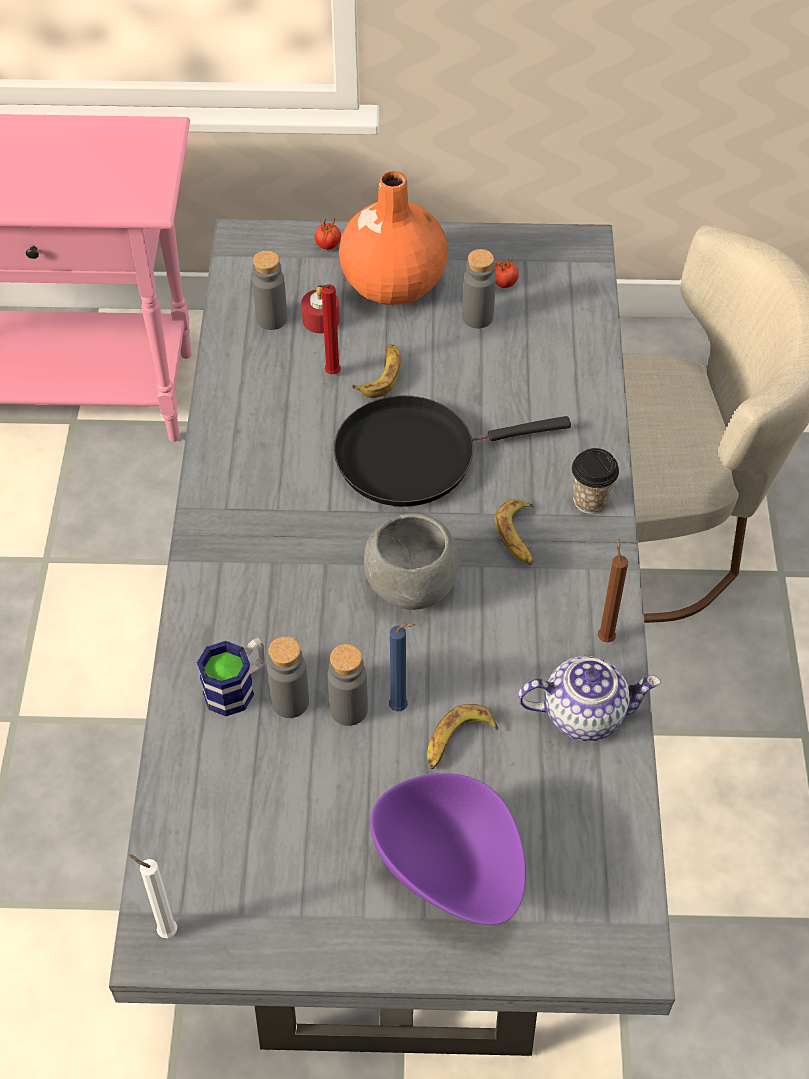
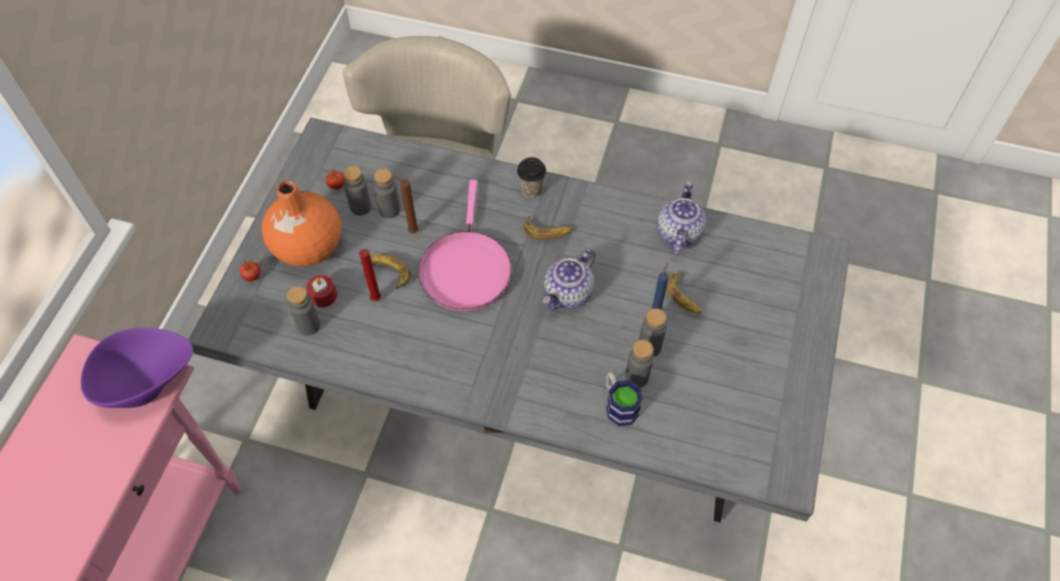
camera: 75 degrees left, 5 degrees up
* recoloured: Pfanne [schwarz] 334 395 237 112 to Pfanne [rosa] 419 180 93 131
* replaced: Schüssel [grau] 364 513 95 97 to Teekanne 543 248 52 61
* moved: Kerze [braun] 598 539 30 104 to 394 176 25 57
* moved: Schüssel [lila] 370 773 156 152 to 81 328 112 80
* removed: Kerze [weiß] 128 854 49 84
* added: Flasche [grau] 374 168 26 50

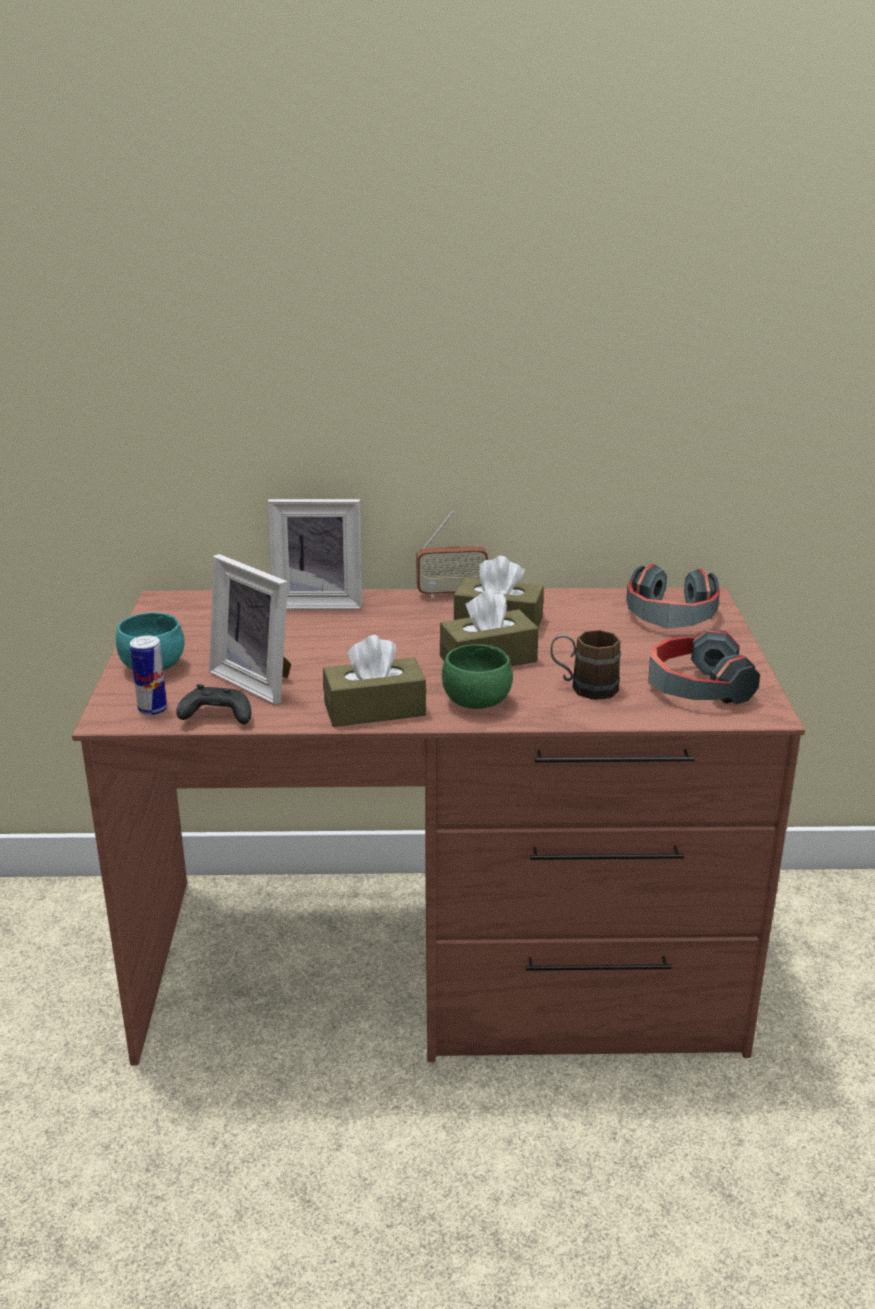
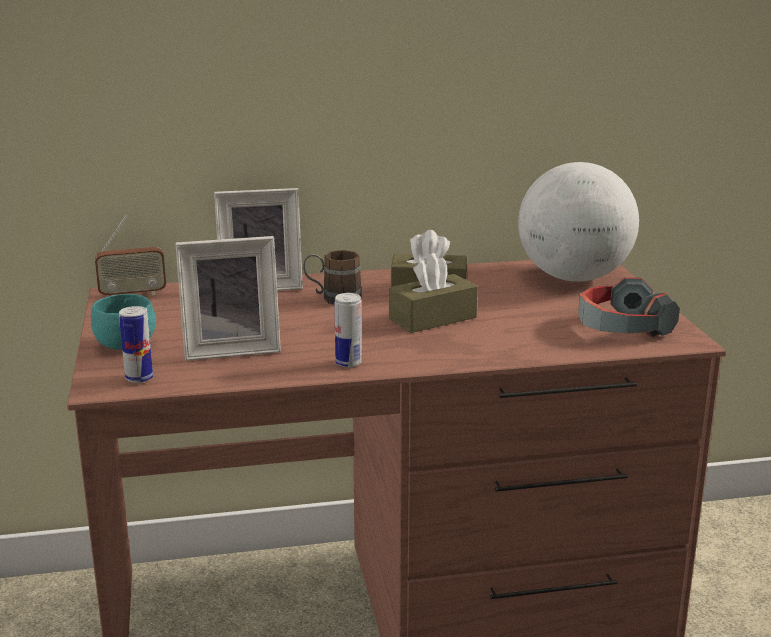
camera: 10 degrees left, 5 degrees down
* moved: Radio 416 511 72 87 to 95 215 71 81
* turned: Bilderrahmen 209 554 83 151 = 175 236 106 125 45 degrees counterclockwise
* replaced: Kopfhörer 626 564 94 65 to Globus 518 162 121 120
* moved: Henkelbecher [braun] 551 630 70 70 to 303 250 59 54
* replaced: Taschentuchbox [braun] 323 635 103 92 to Dose 334 293 28 74
* removed: Schüssel [grün] 442 644 71 65
* removed: Gamepad [schwarz] 176 684 75 40

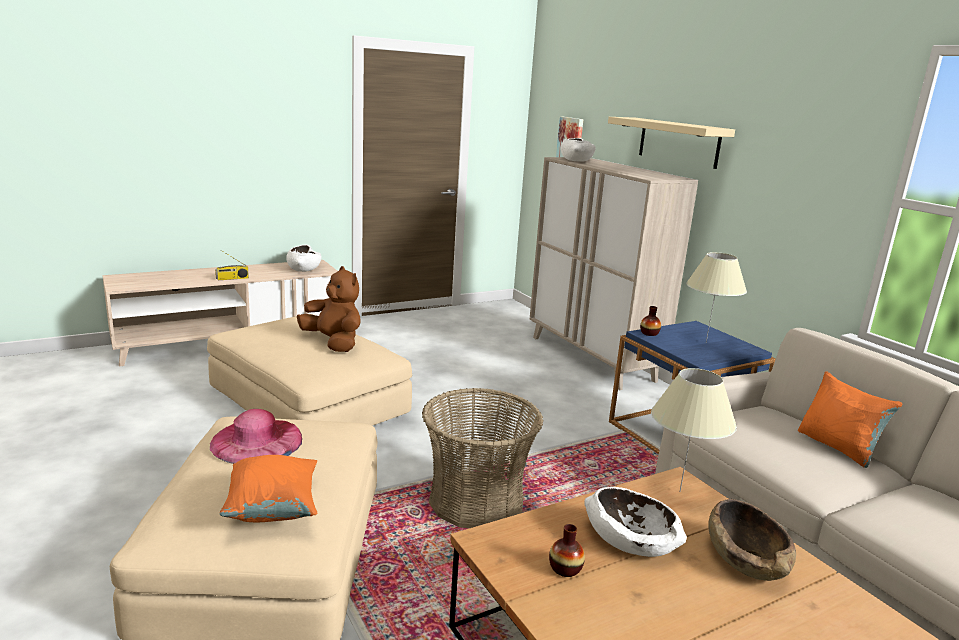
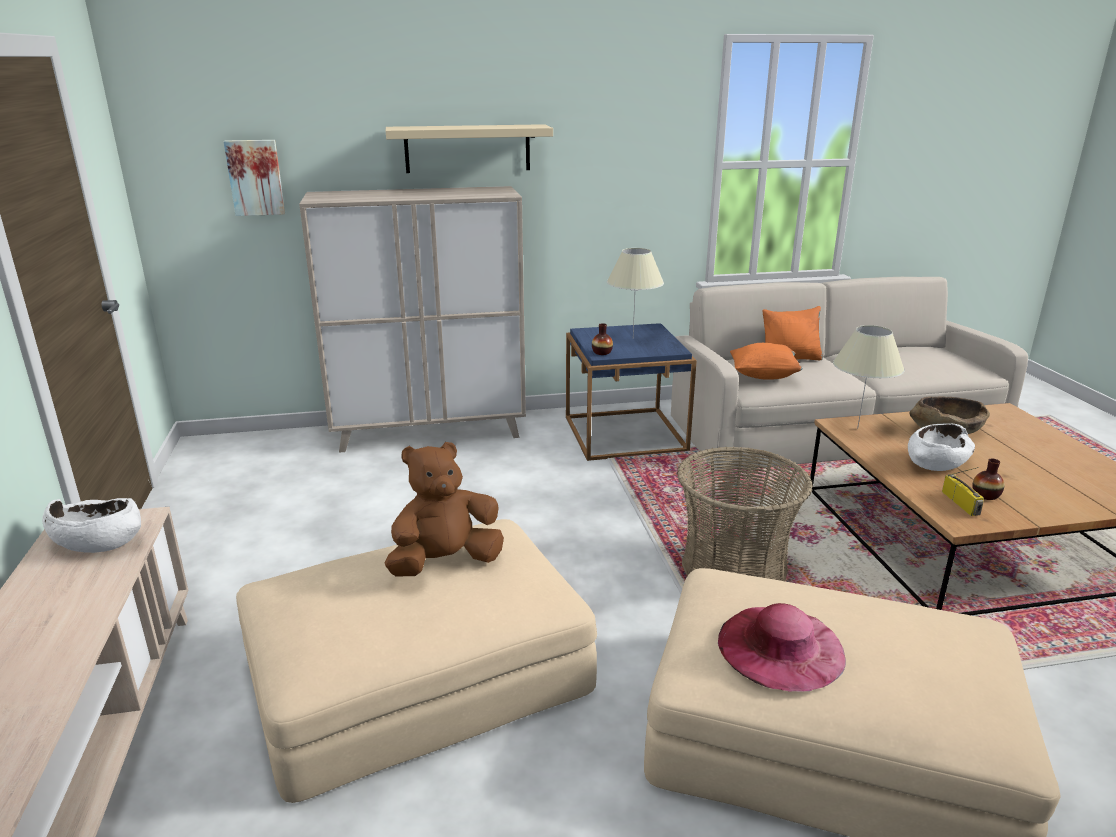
camera: 70 degrees left, 5 degrees up
* removed: Schüssel [weiß] 561 138 35 24
* moved: Radio 215 250 34 30 to 942 467 42 49
* moved: Kissen [orange] 220 455 97 67 to 730 343 73 37

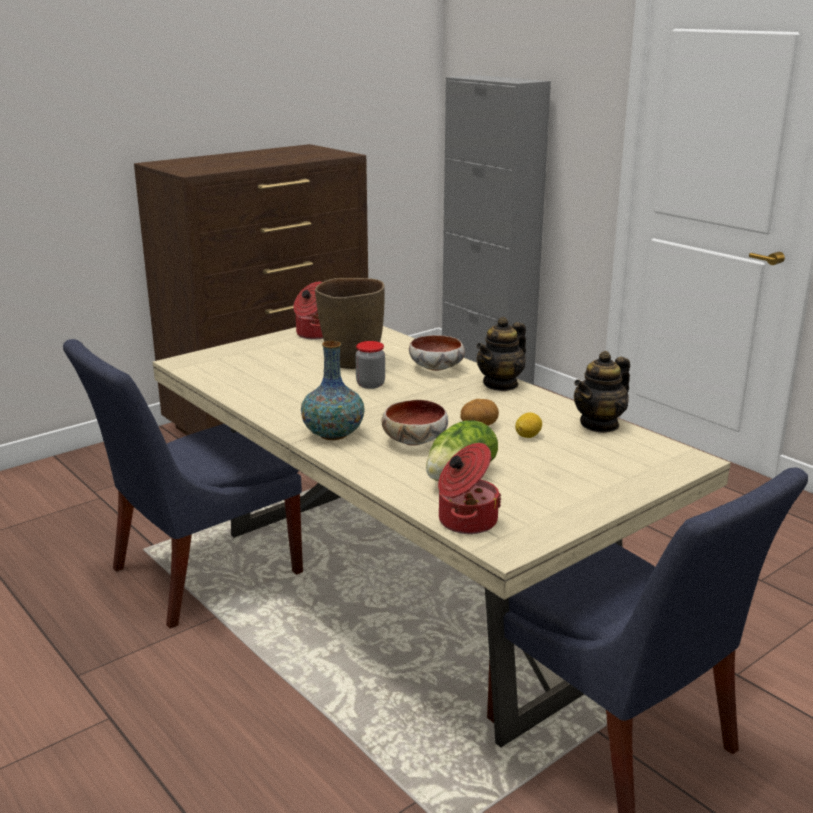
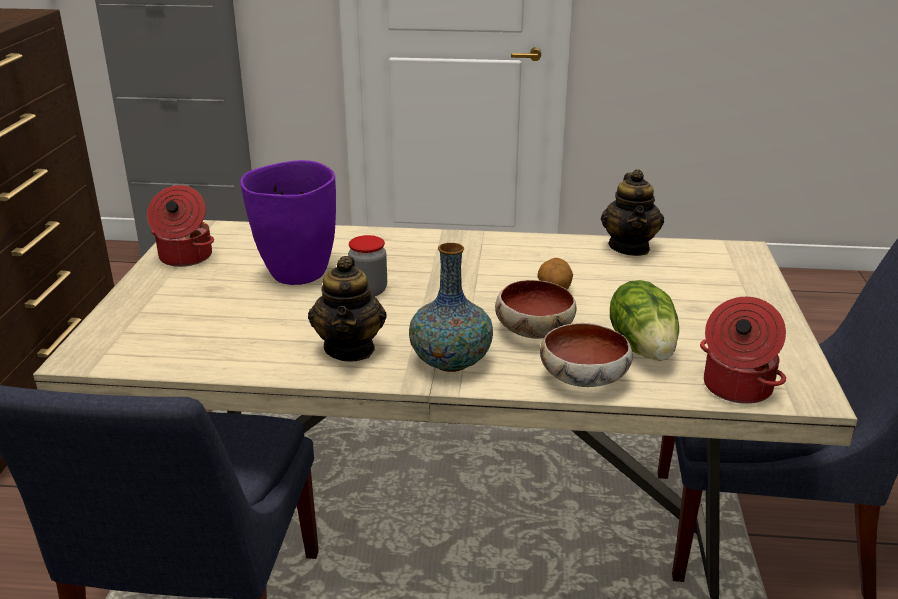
camera: 45 degrees left, 5 degrees up
* recoloured: Vase [braun] 315 278 70 91 to Vase [lila] 240 160 96 125
* moved: Teekanne 476 317 50 74 to 308 256 79 106
* moved: Schüssel 409 335 56 36 to 540 323 93 64
* removed: Zitrone 515 412 27 26

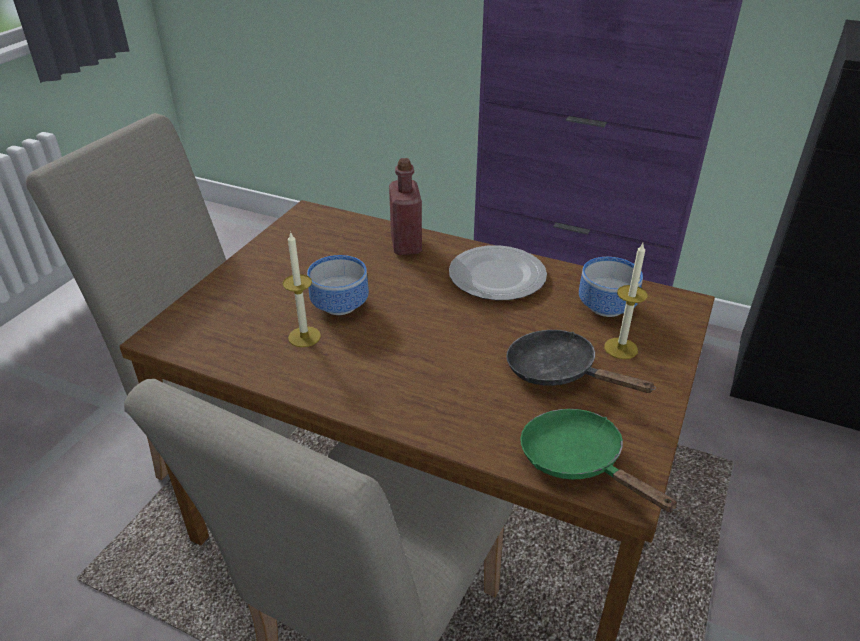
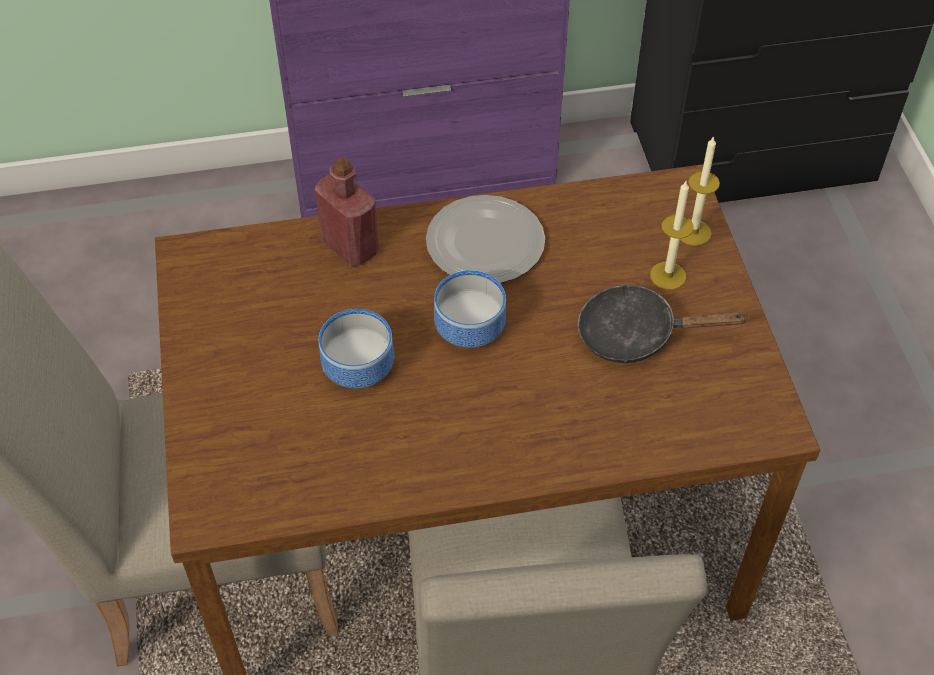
camera: 35 degrees left, 15 degrees up
* moved: Kerze 283 231 38 116 to 680 136 40 110
* moved: Schüssel 579 257 64 60 to 434 270 72 78
* removed: Pfanne [grün] 520 409 158 103

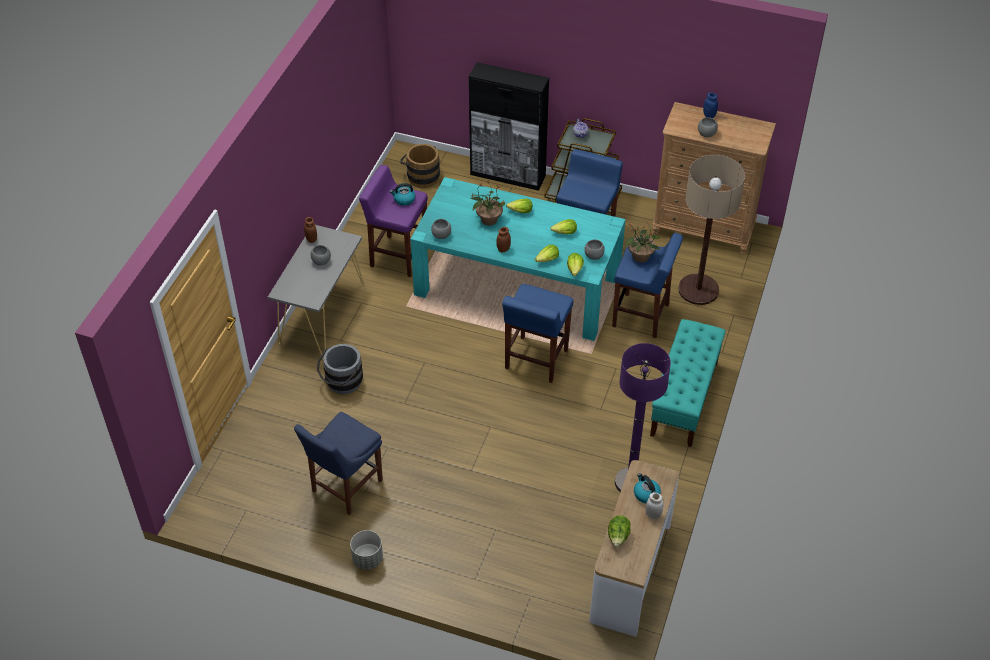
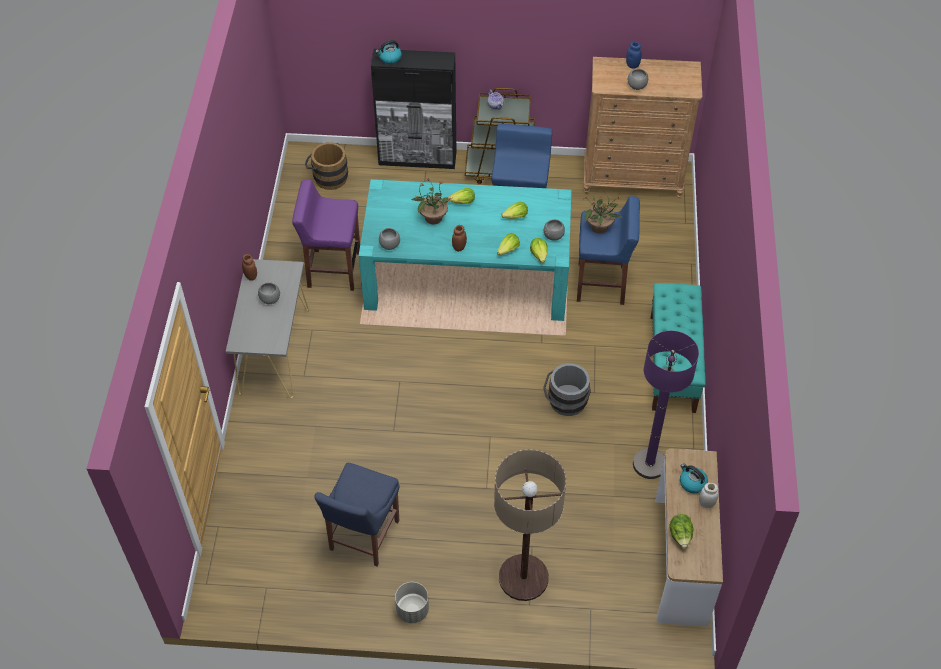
camera: 15 degrees left, 5 degrees up
* moved: Stehlampe 678 155 67 150 to 494 449 72 152
* moved: Wasserkessel 390 183 26 23 to 375 40 27 24
* removed: Hocker [blau] 502 284 71 99
* moved: Eimer [grau] 317 344 46 50 to 543 363 48 53

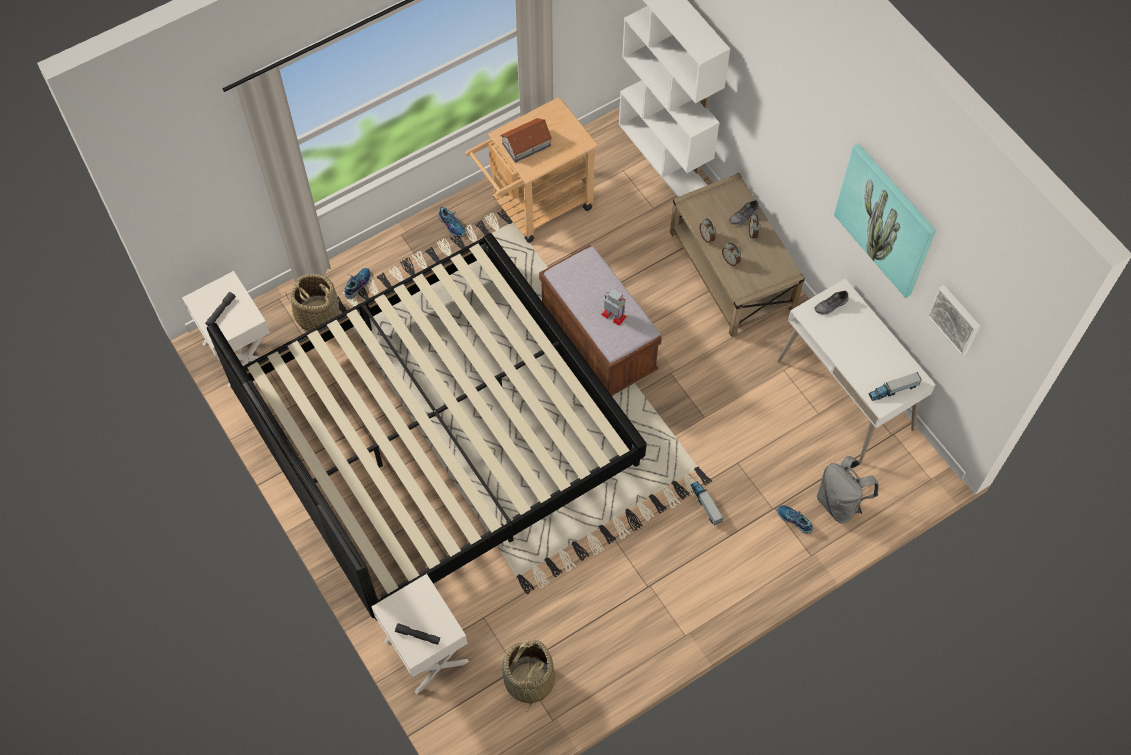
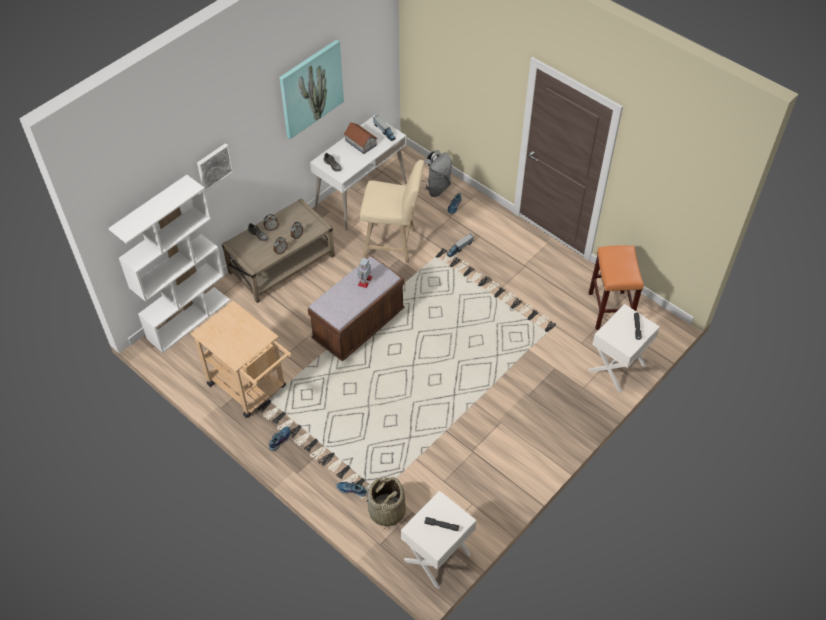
camera: 105 degrees left, 10 degrees down
* moved: Spielzeughaus 500 118 52 45 to 344 122 33 32
* removed: Bett 207 233 440 387
* moved: Bild 927 285 53 71 to 197 143 37 48
* replaced: Korb 502 640 53 72 to Hocker [orange] 589 245 55 85
* added: Hocker [beige] 360 160 64 103

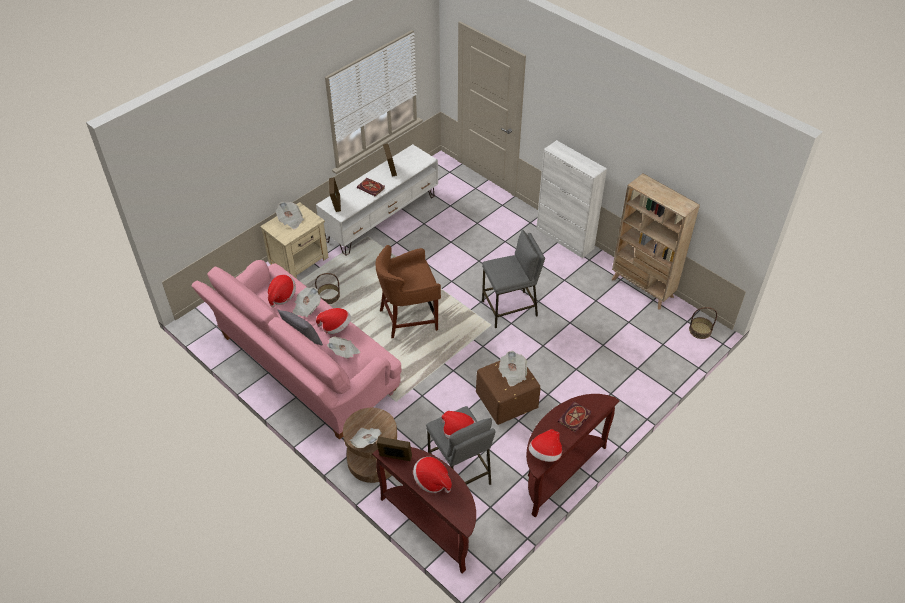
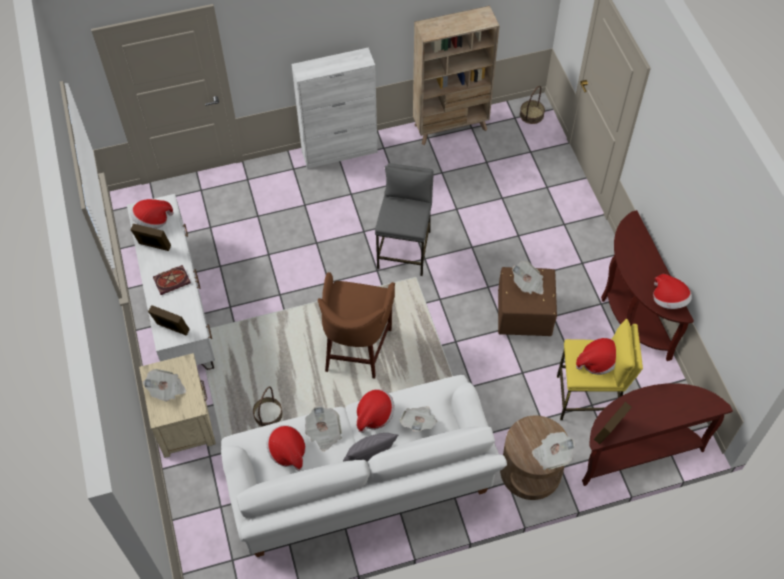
camera: 60 degrees left, 10 degrees up
* recoloured: Sofa [rosa] 191 260 211 180 to Sofa [weiß] 221 375 286 182
* removed: Buch 558 401 34 32
* recoloured: Hocker [grau] 426 406 69 79 to Hocker [gelb] 557 319 86 101
* moved: Hut 413 457 39 36 to 131 199 42 30

